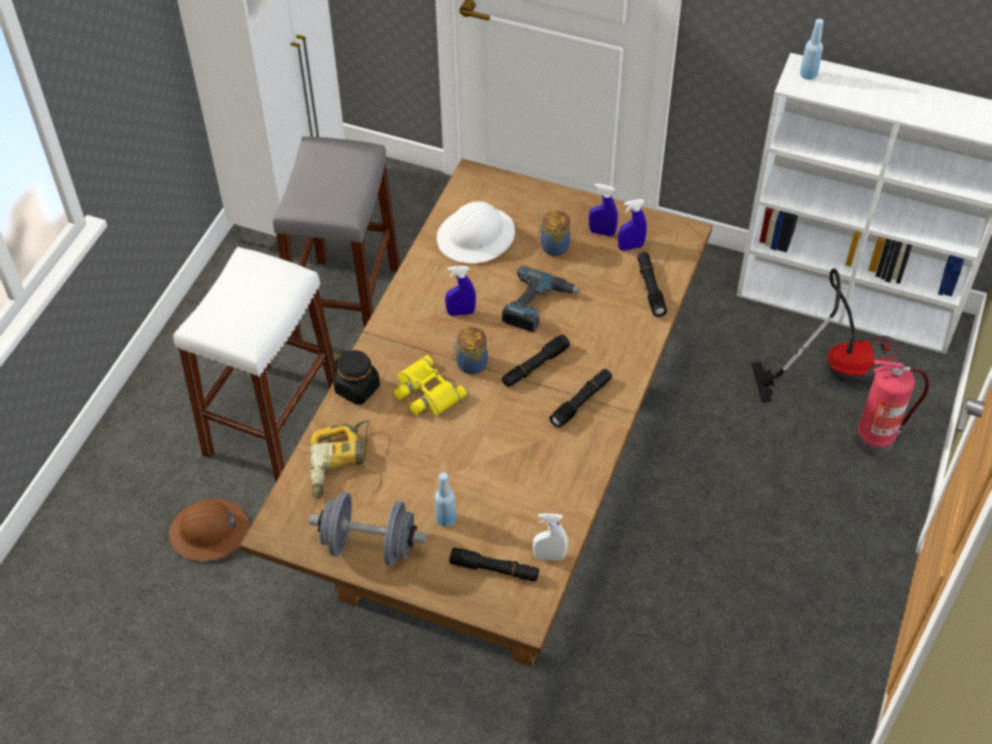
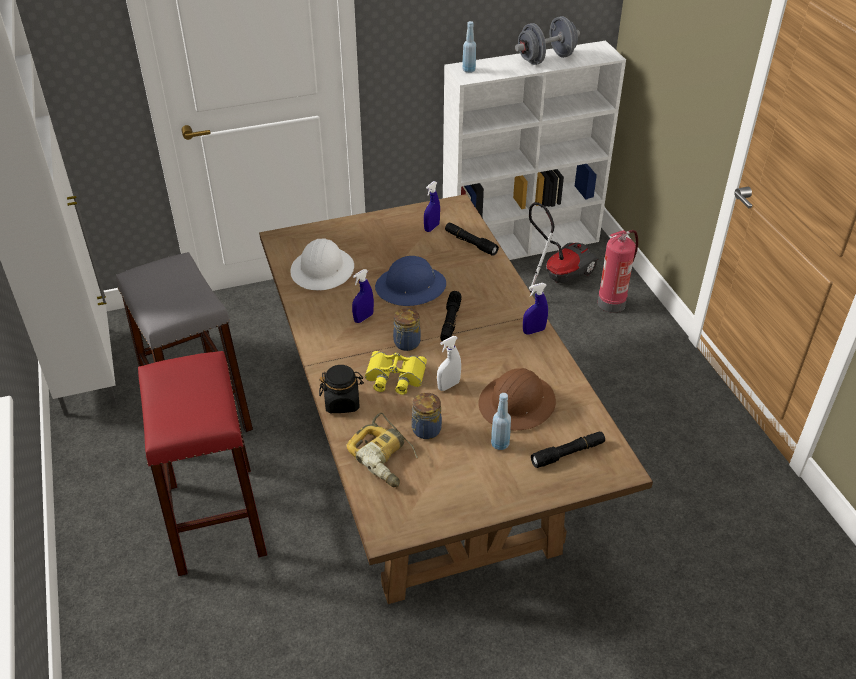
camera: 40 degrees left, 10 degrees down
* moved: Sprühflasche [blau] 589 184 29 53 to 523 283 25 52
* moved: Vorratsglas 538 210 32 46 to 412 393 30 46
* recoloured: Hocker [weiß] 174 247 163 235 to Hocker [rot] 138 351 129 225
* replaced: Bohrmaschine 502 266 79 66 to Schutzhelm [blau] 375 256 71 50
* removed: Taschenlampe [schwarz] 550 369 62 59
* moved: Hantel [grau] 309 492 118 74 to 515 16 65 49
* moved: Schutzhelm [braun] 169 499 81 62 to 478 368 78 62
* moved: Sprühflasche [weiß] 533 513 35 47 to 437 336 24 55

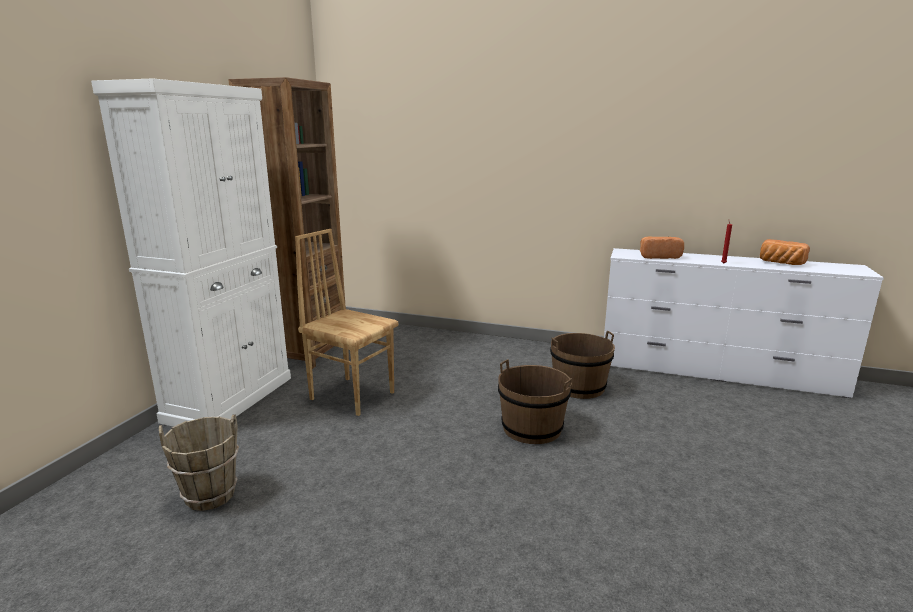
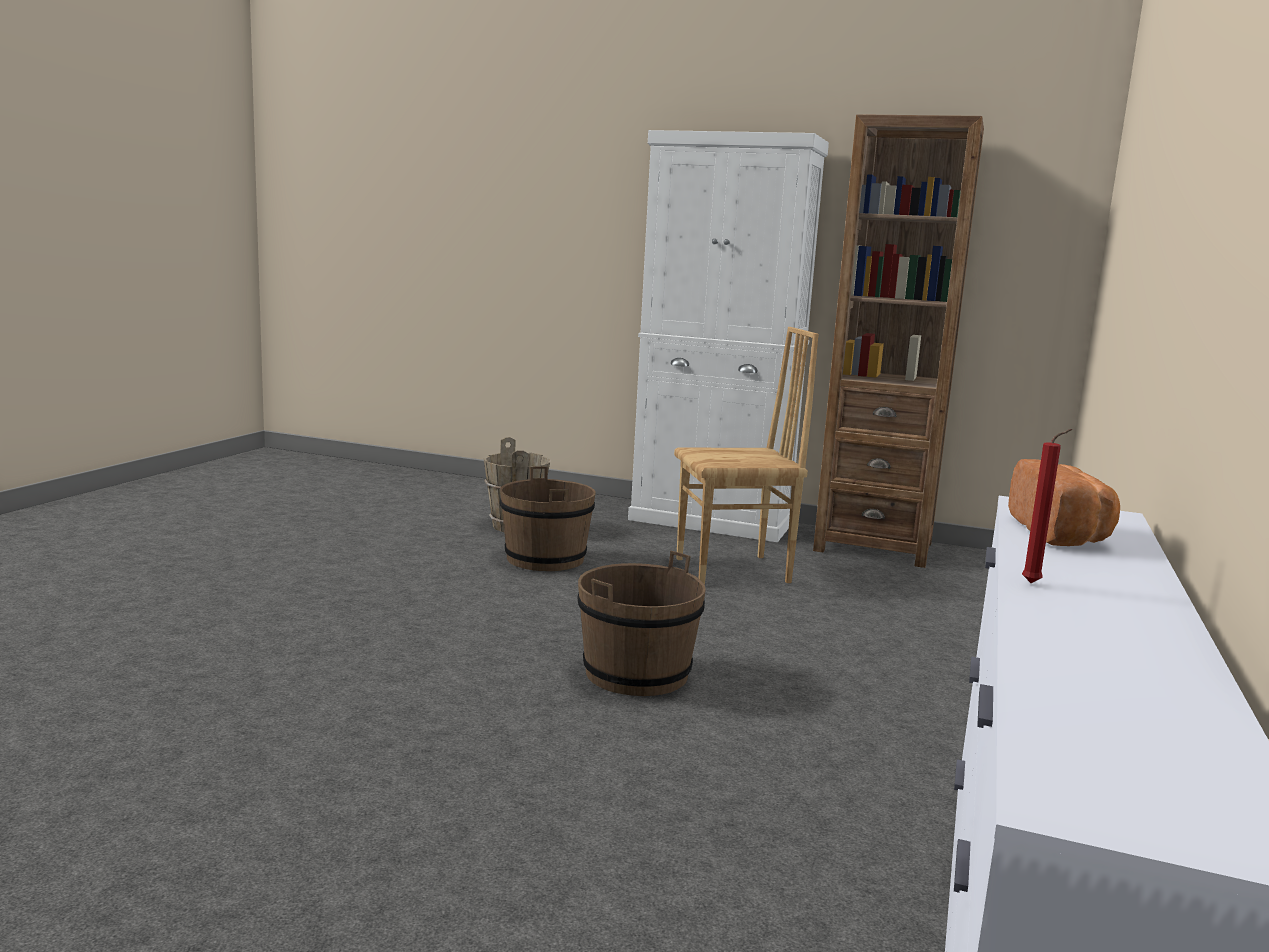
camera: 90 degrees right, 5 degrees down
* turned: Stuhl [braun] 295 229 103 187 = 674 327 145 257 45 degrees clockwise
* removed: Brot 760 239 50 26
* moved: Eimer [braun] 550 331 65 68 to 500 466 96 105

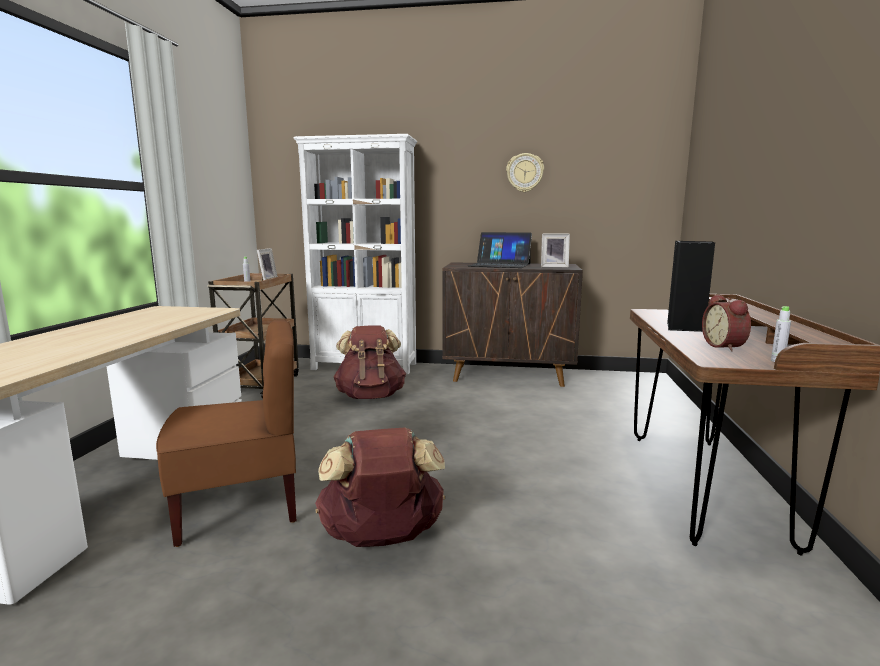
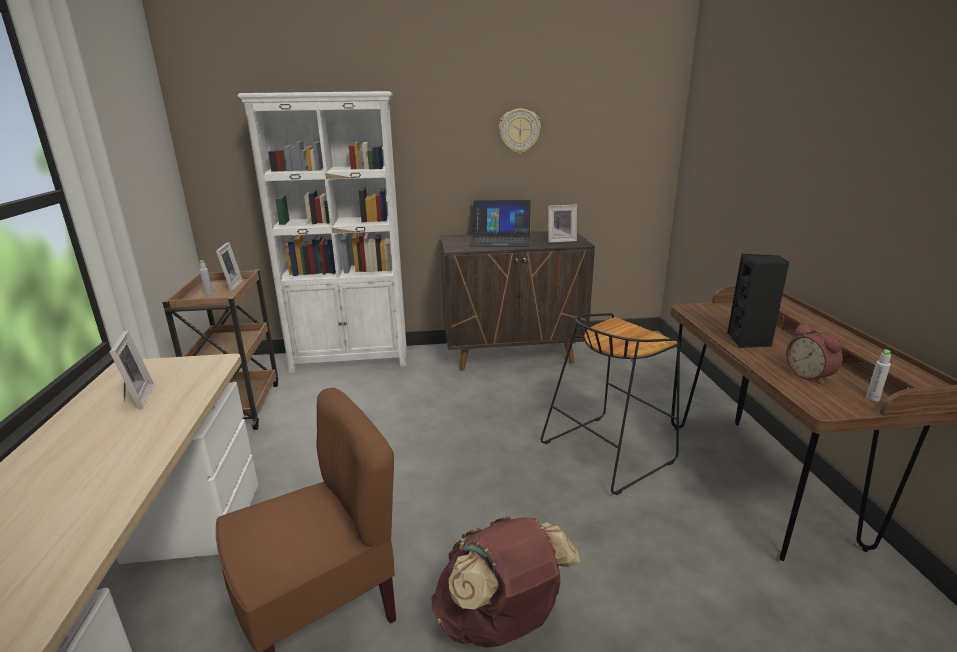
camera: 15 degrees left, 10 degrees up
* removed: Rucksack [braun] 334 326 72 73
* added: Hocker [schwarz] 541 313 139 182
* added: Bilderrahmen 110 330 44 80

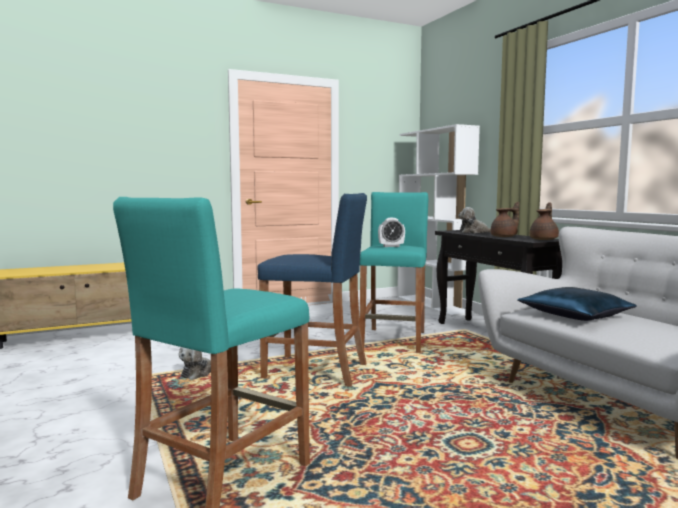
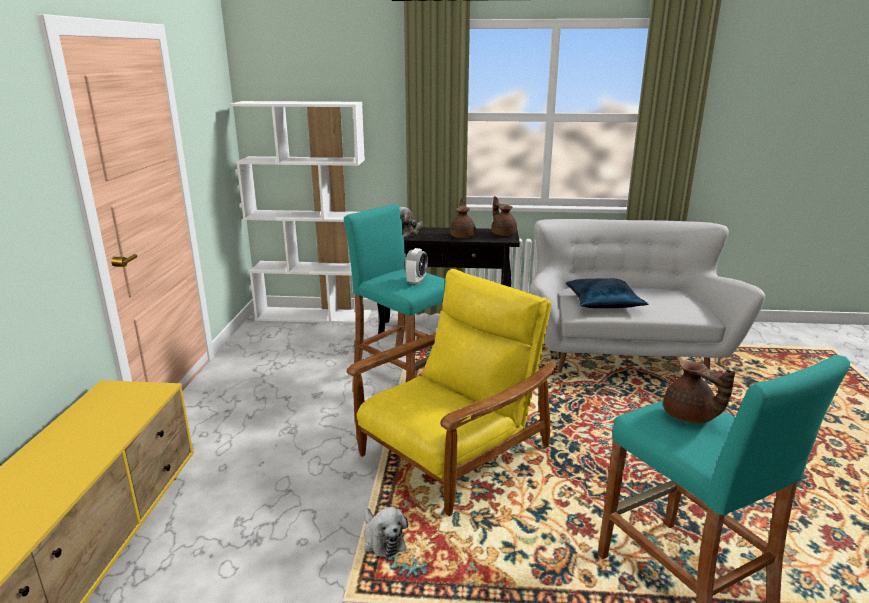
camera: 60 degrees left, 15 degrees up
* replaced: Hocker [blau] 257 193 110 194 to Sessel [gelb] 347 269 209 247
* added: Teekanne [braun] 663 361 72 63

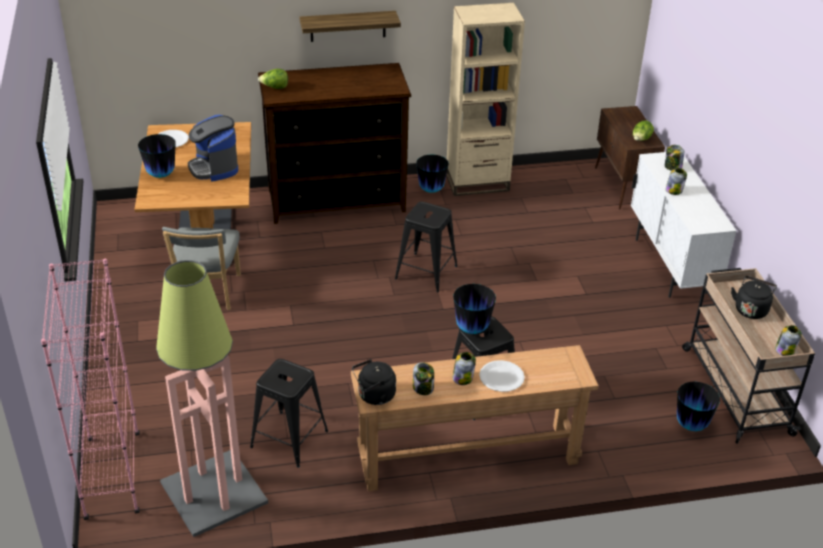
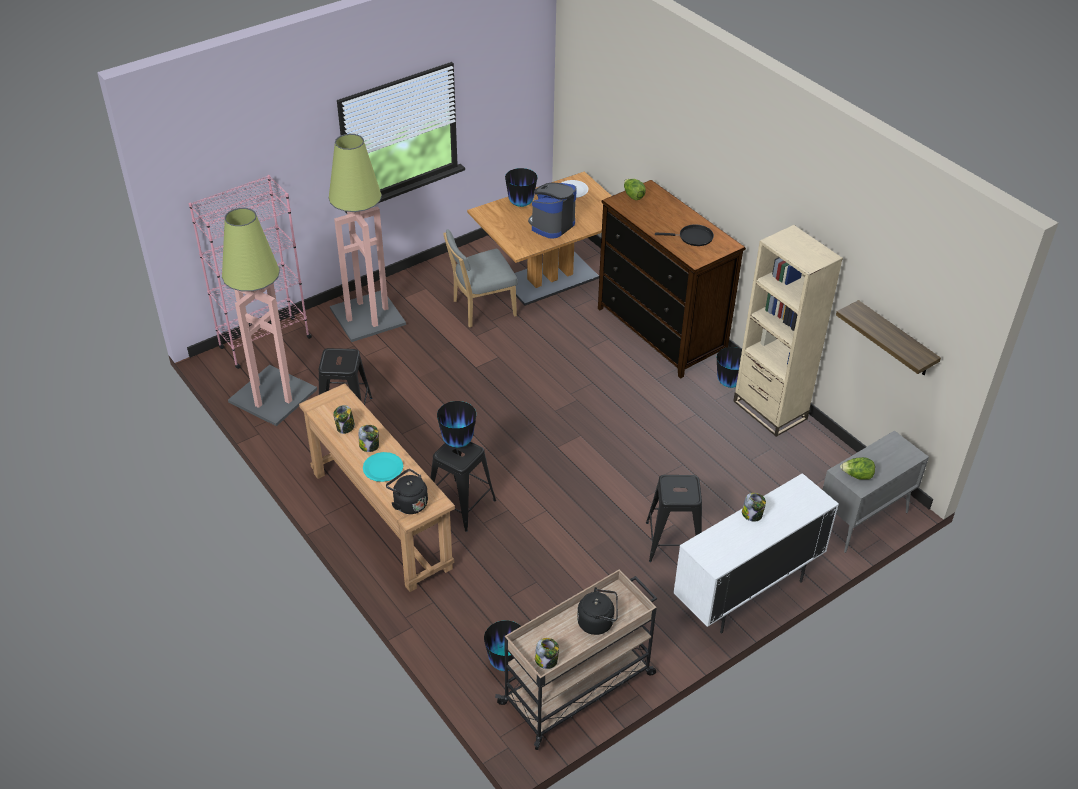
camera: 65 degrees right, 5 degrees up
* moved: Wandregal 300 11 101 31 to 836 300 105 75
* recoloured: Schrank [braun] 595 106 70 104 to Schrank [grau] 822 430 107 123
* removed: Vorratsglas 665 145 19 26
* moved: Hocker [schwarz] 395 201 63 92 to 646 475 56 87
* moved: Wasserkessel [schwarz] 352 359 44 46 to 386 469 42 45
* recoloured: Teller [weiß] 479 360 46 32 to Teller [türkis] 363 452 40 30
* added: Stehlampe 329 134 77 208
* added: Pfanne [schwarz] 655 224 59 22

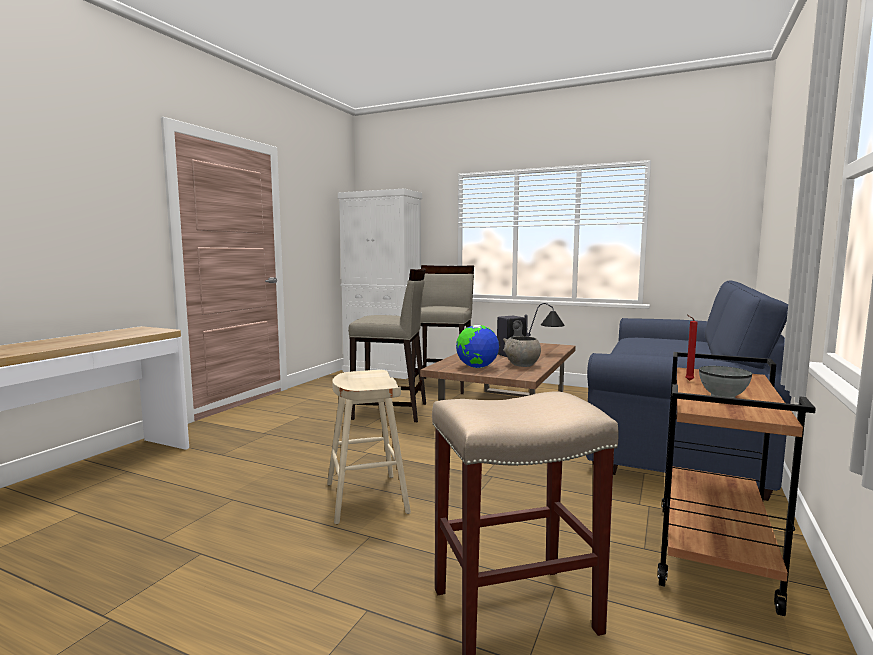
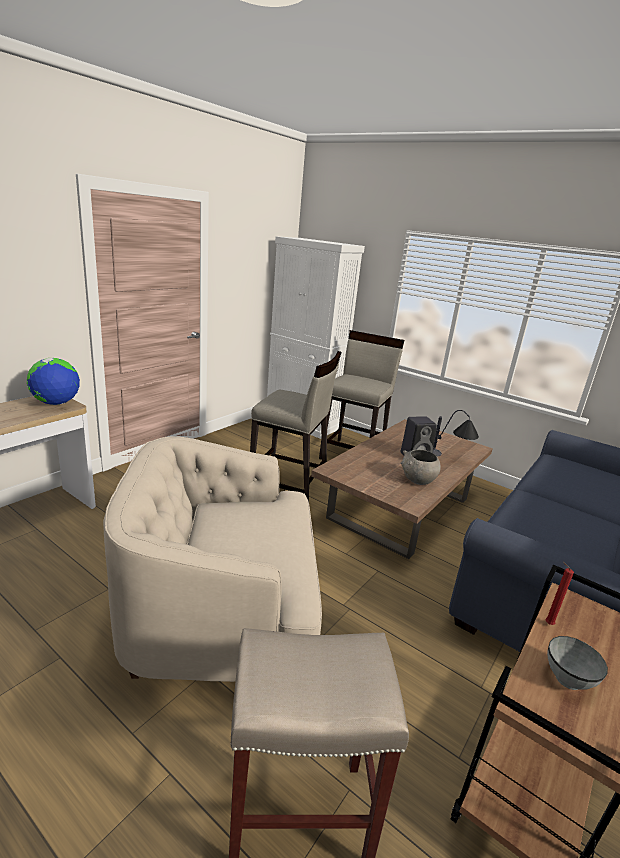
camera: 10 degrees right, 15 degrees up
* moved: Globus 456 325 43 43 to 27 358 53 47
* replaced: Hocker [beige] 327 370 84 154 to Sessel [beige] 103 437 219 245

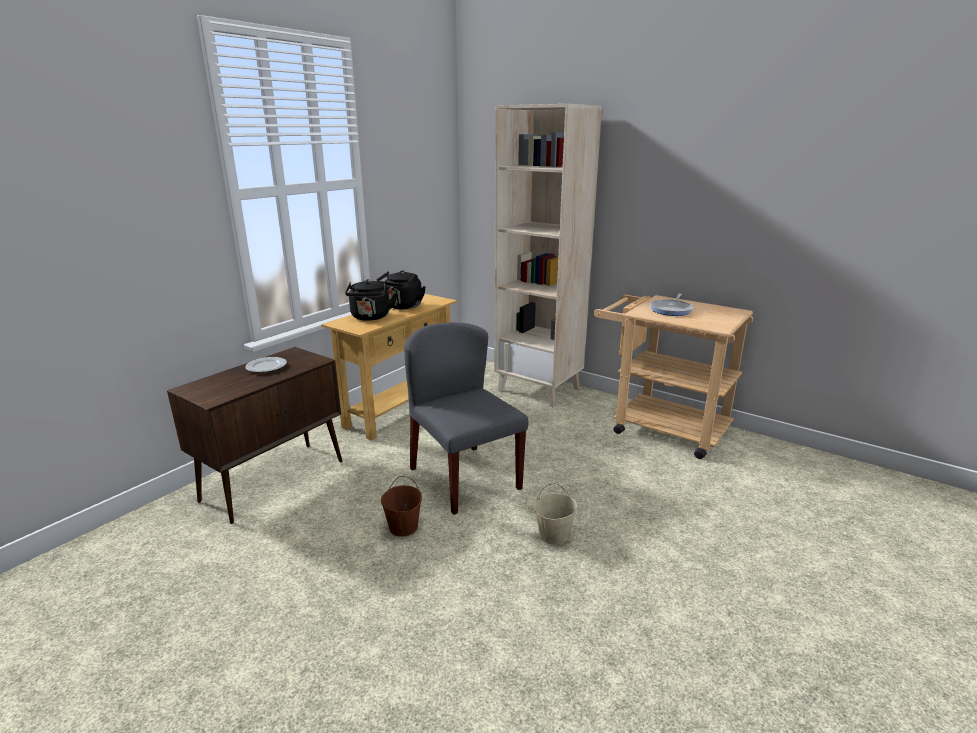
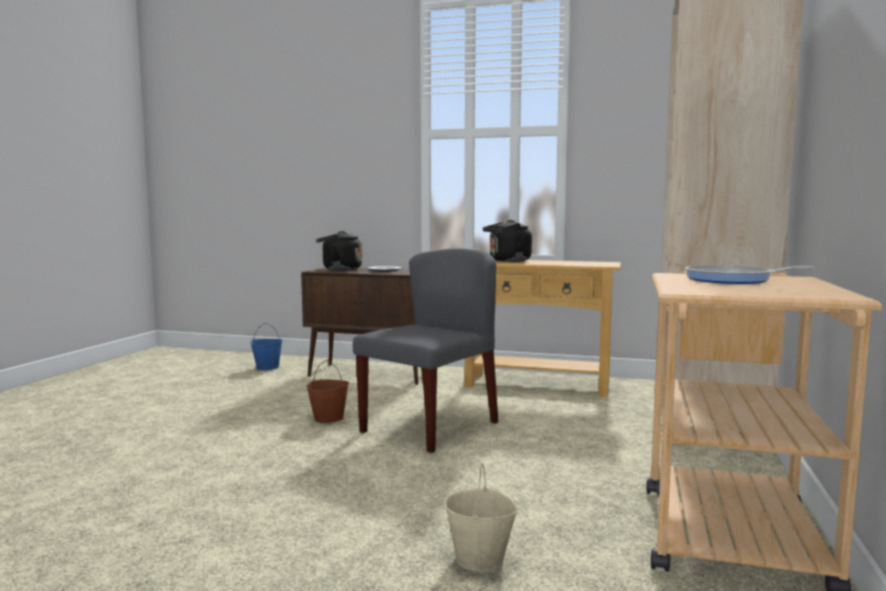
camera: 70 degrees right, 15 degrees down
* moved: Wasserkessel [schwarz] 376 271 49 38 to 316 231 46 39
* moved: Eimer [beige] 534 483 43 62 to 444 463 74 109
* added: Eimer [blau] 250 323 33 47

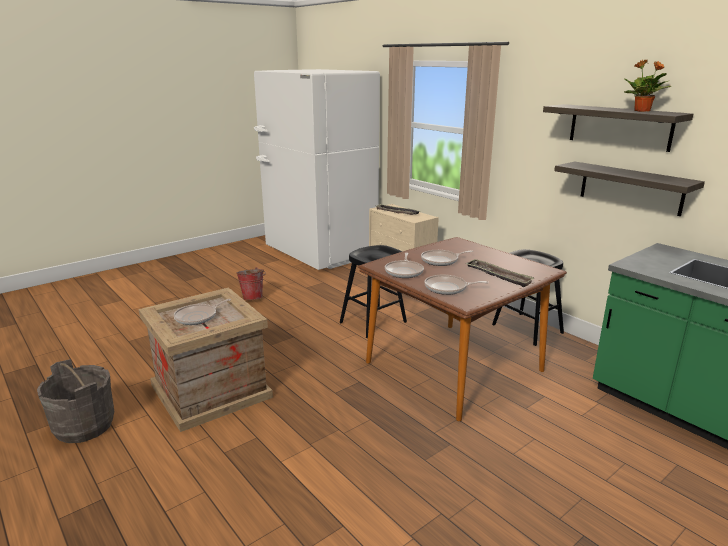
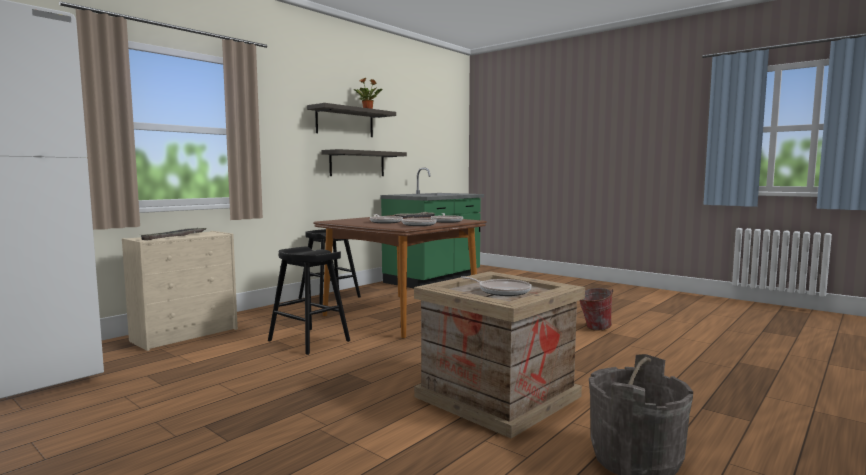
camera: 100 degrees left, 15 degrees down
* moved: Eimer 236 267 30 33 to 579 288 34 43

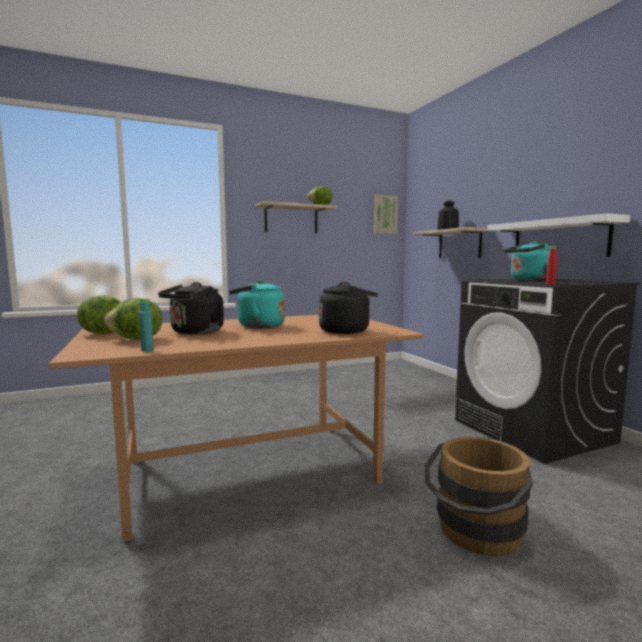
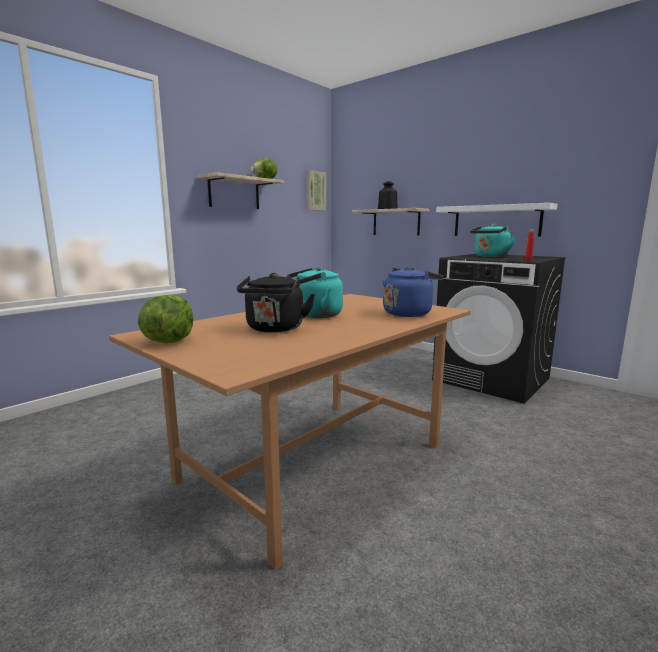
camera: 25 degrees left, 5 degrees up
* recoloured: Wasserkessel [schwarz] 319 282 59 52 to Wasserkessel [blau] 383 266 61 51
* removed: Salatkopf 104 298 58 42
* removed: Flasche [türkis] 139 298 15 54
* removed: Eimer [braun] 425 437 108 119

